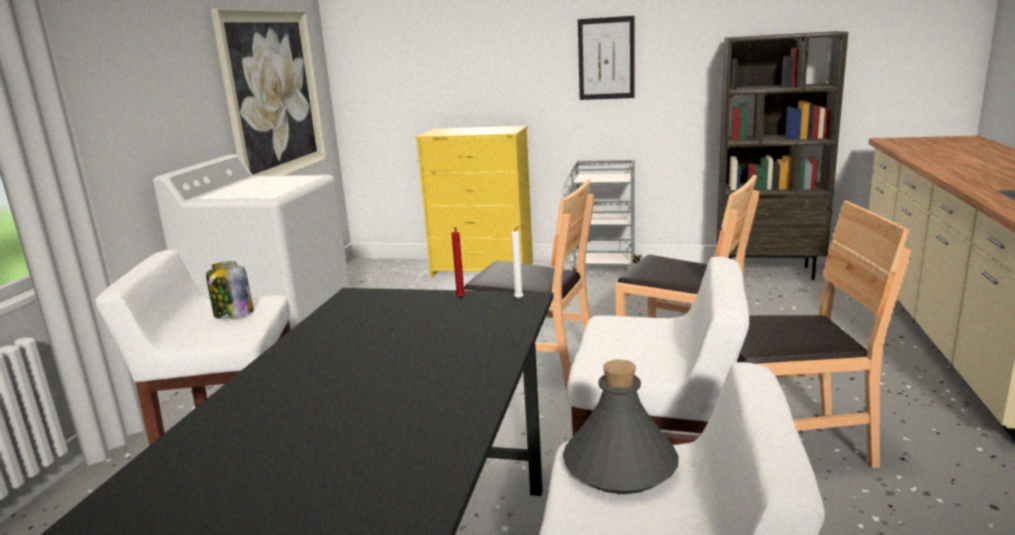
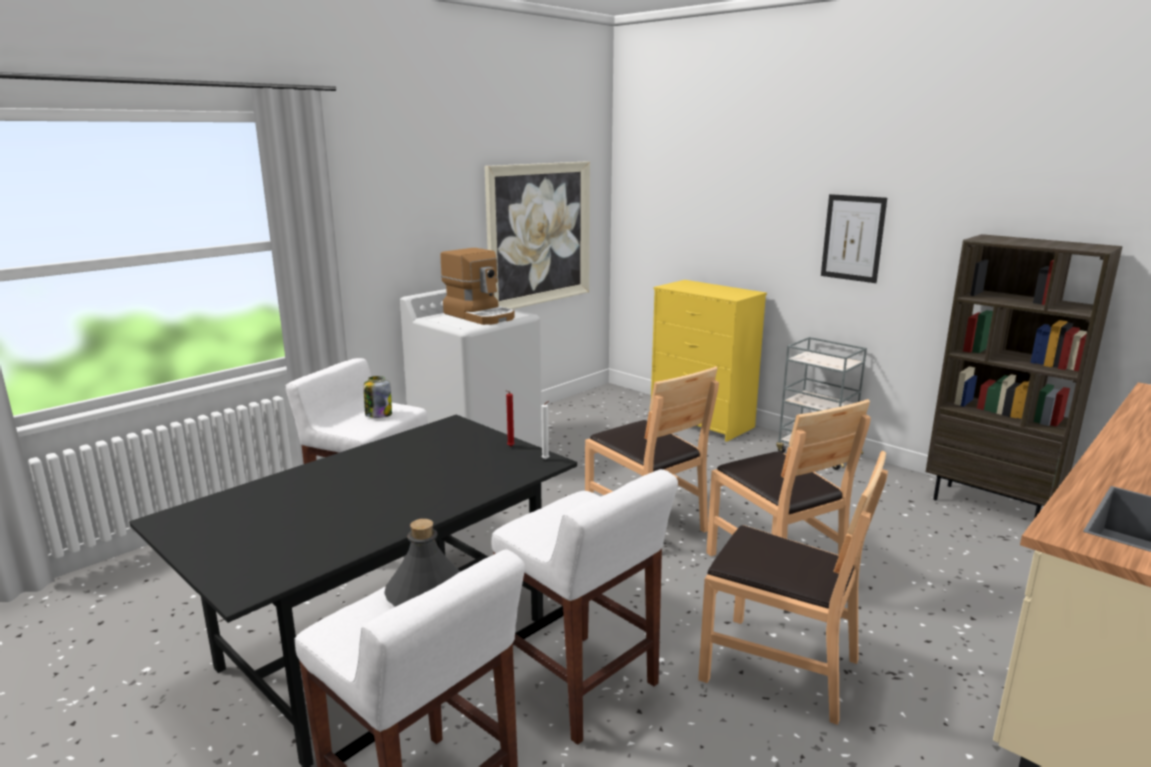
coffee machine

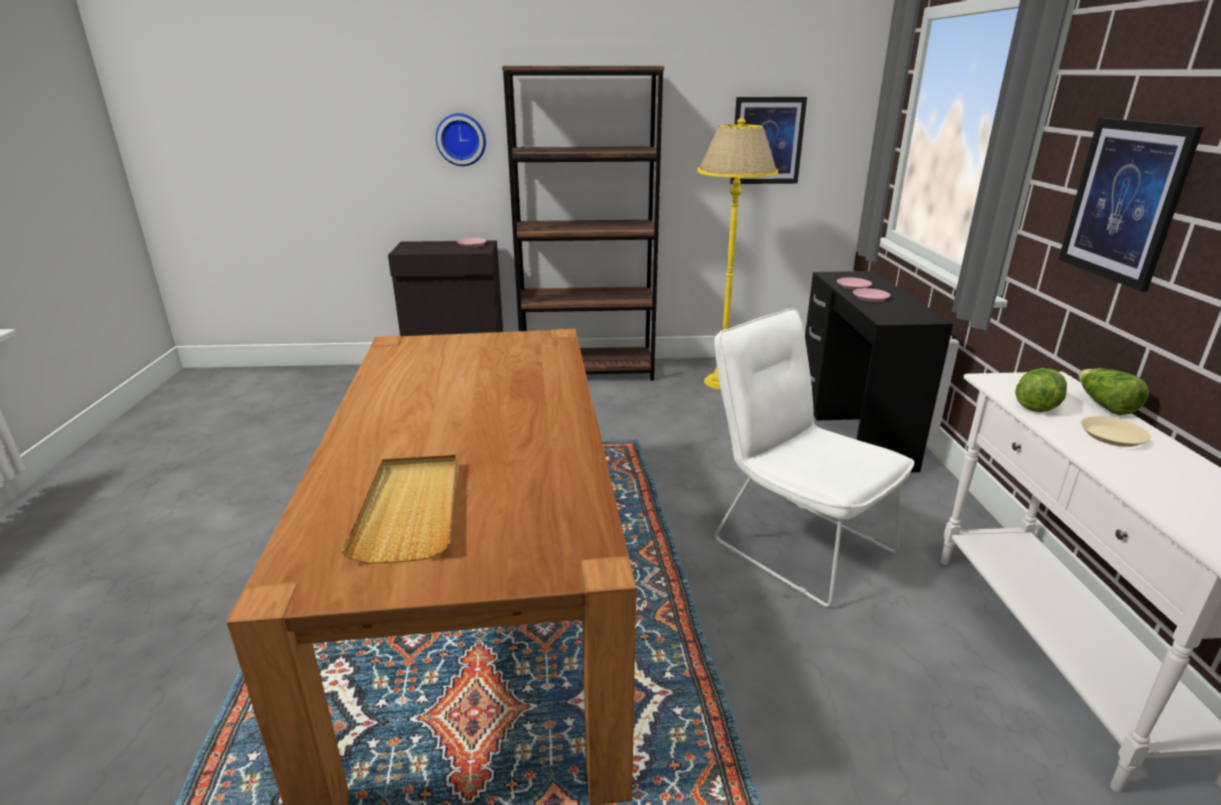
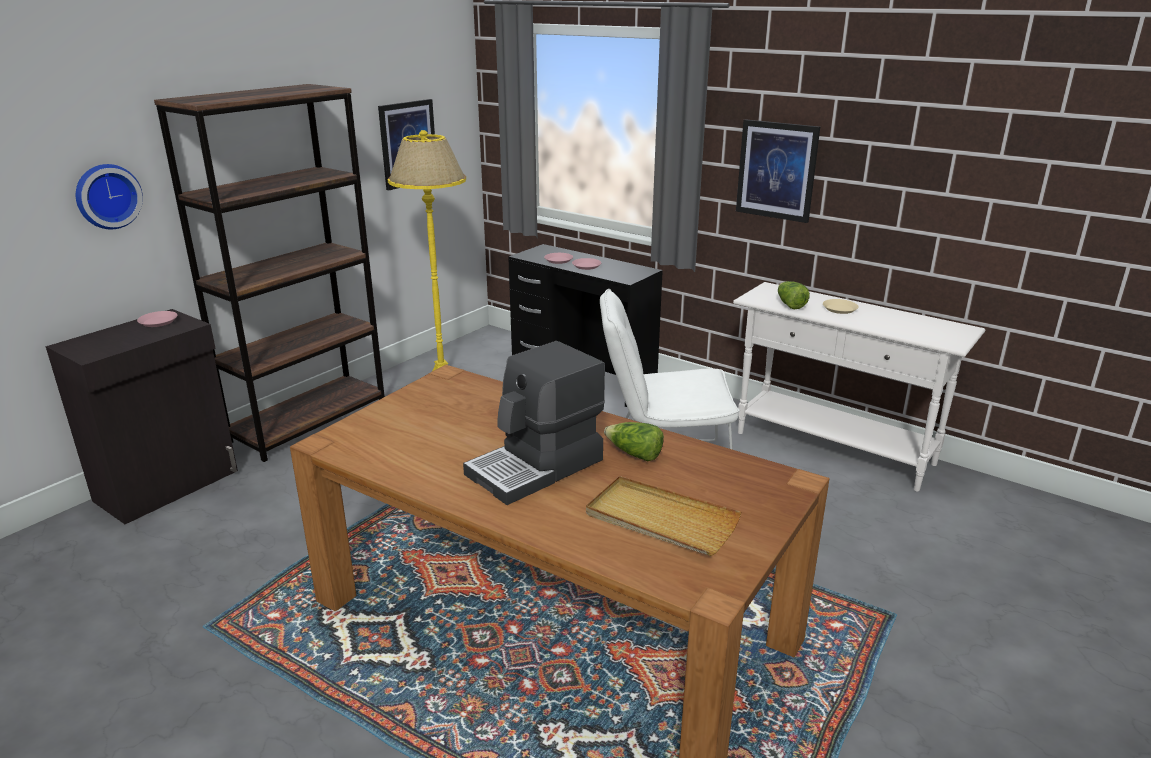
coffee machine
lettuce (no. 1 from left)

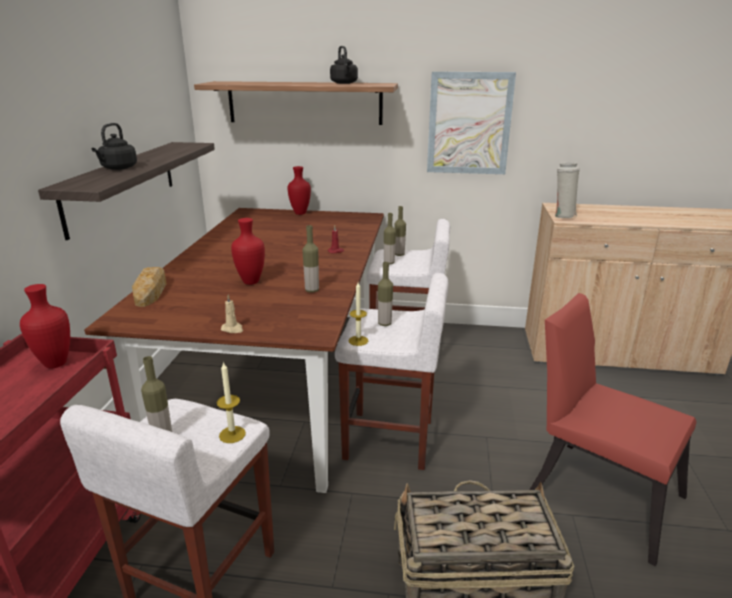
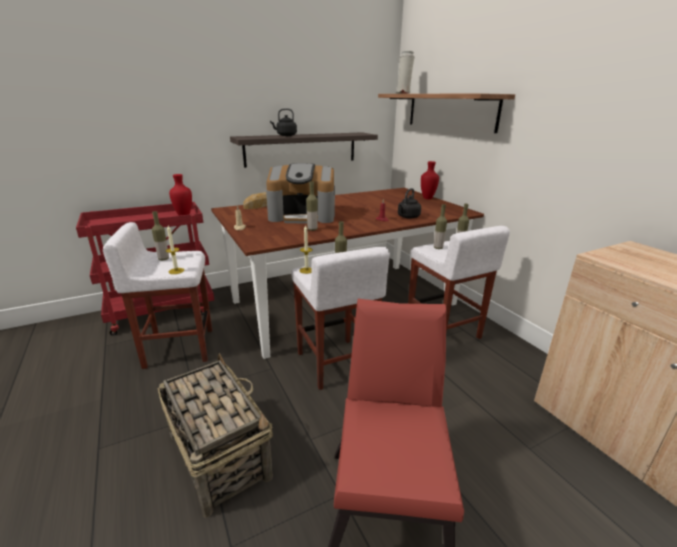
picture
black kettle (no. 2 from left)
white vase
coffee machine

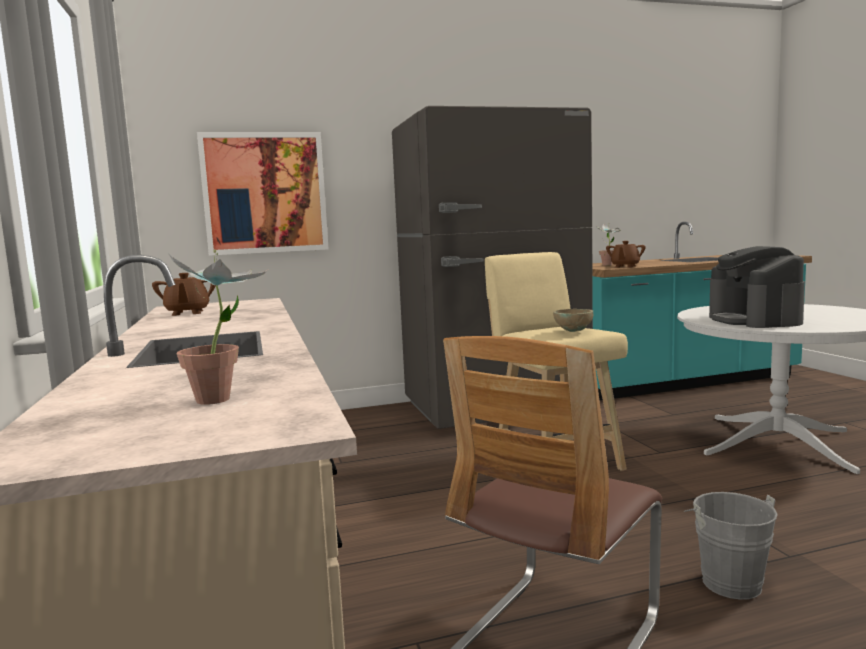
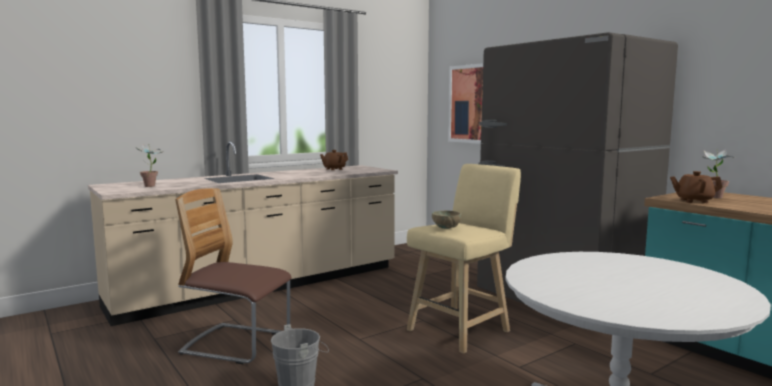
coffee machine

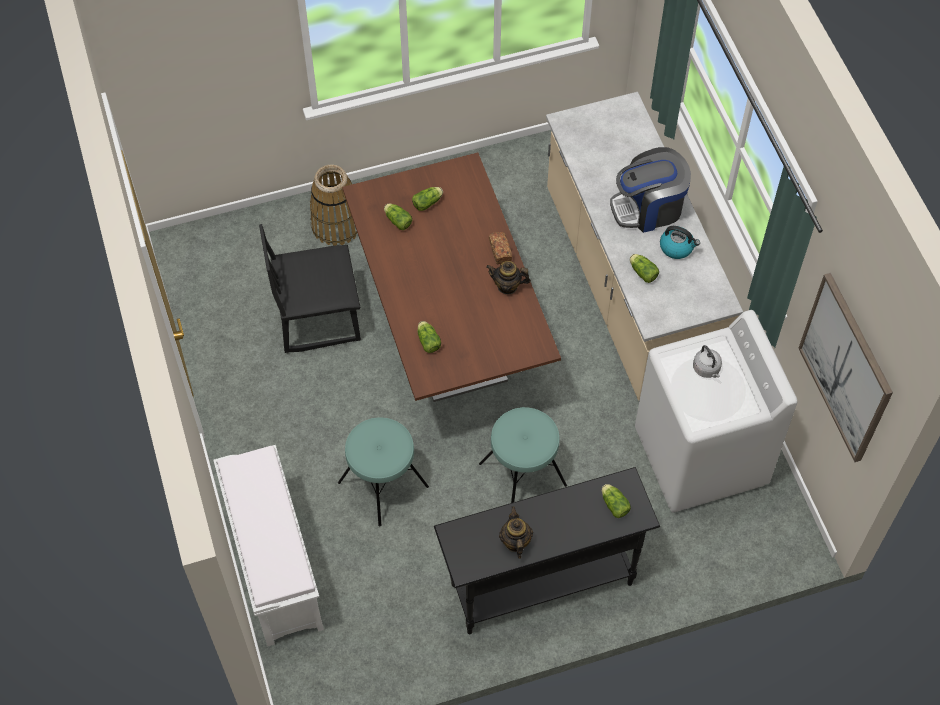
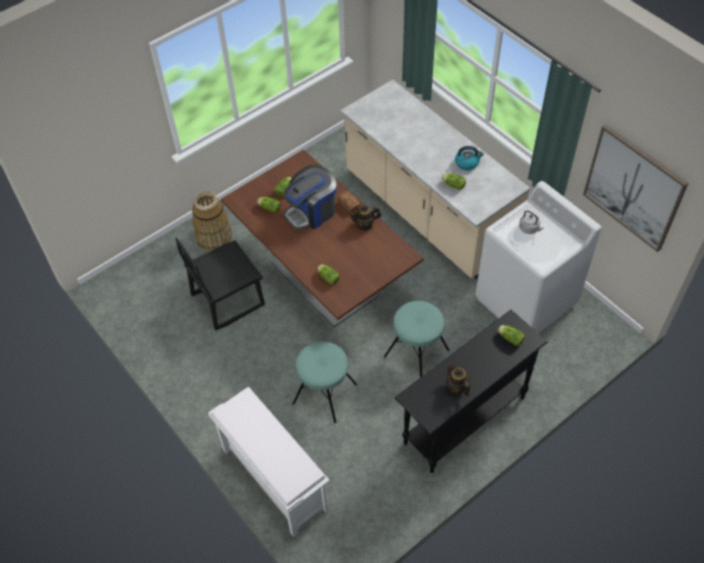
coffee machine

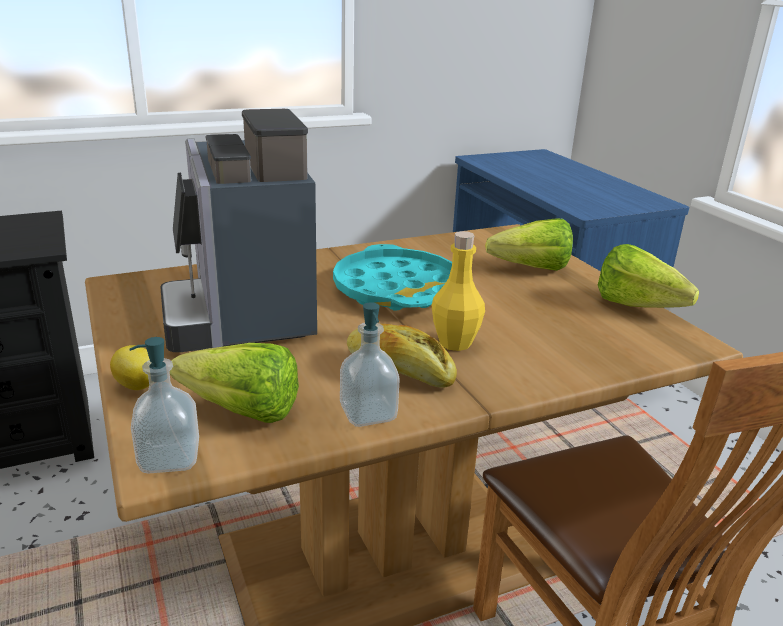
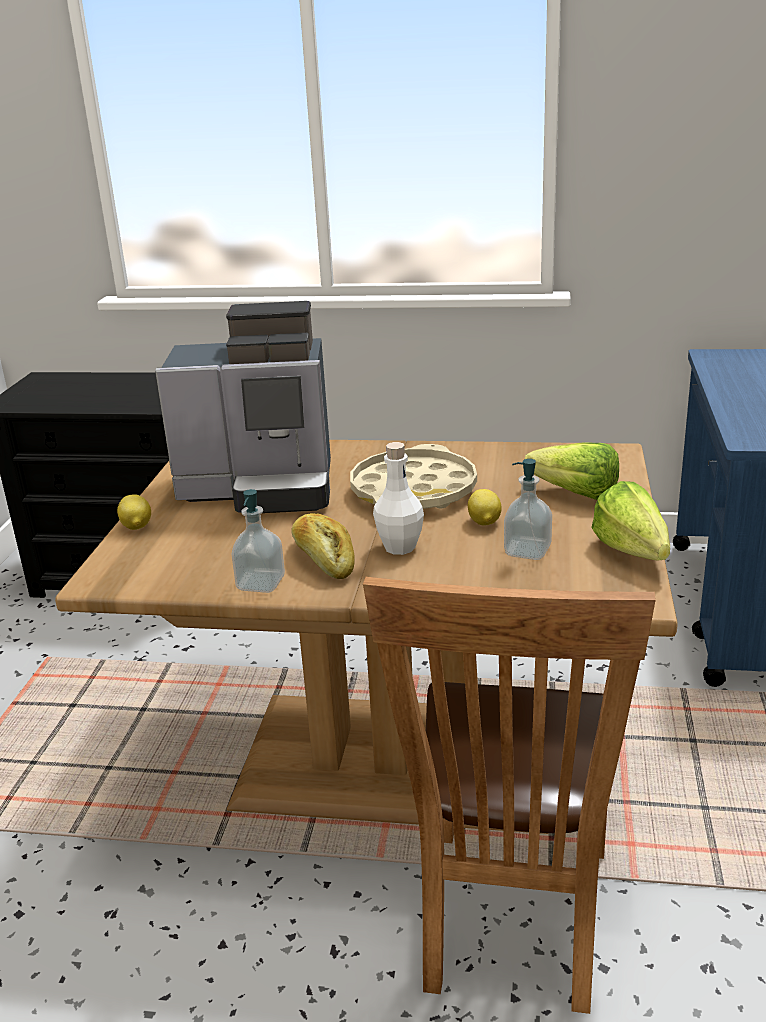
lettuce (no. 1 from left in the first image)
lemon (no. 2 from left)
soap dispenser (no. 2 from left)
beige tray
white bottle
coffee machine

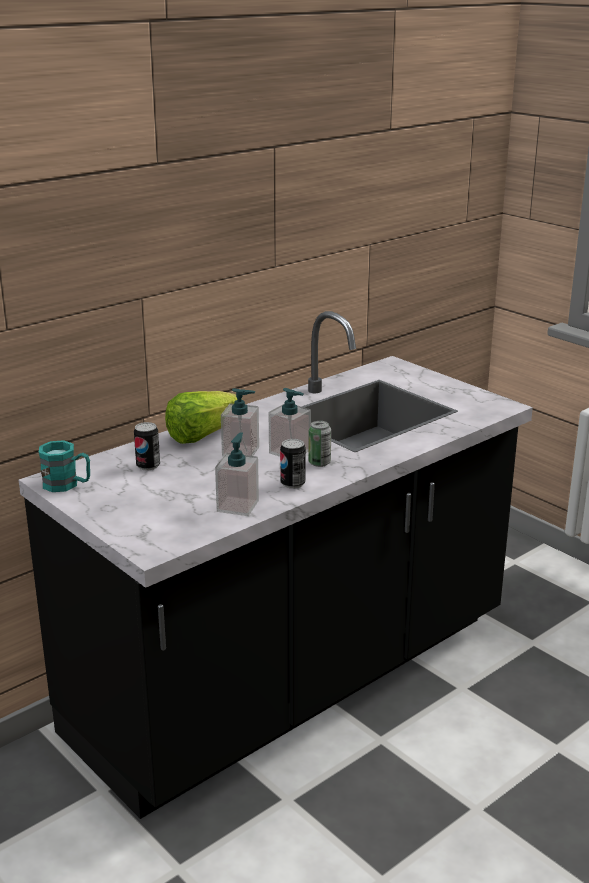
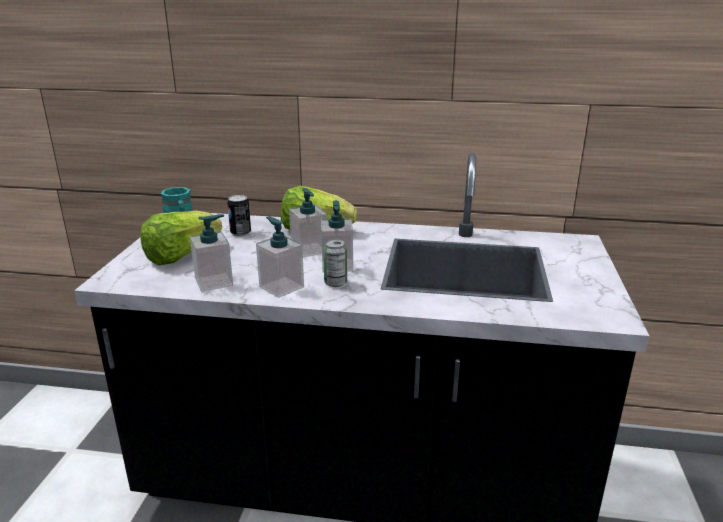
lettuce (no. 1 from left)
soap dispenser (no. 2 from left)

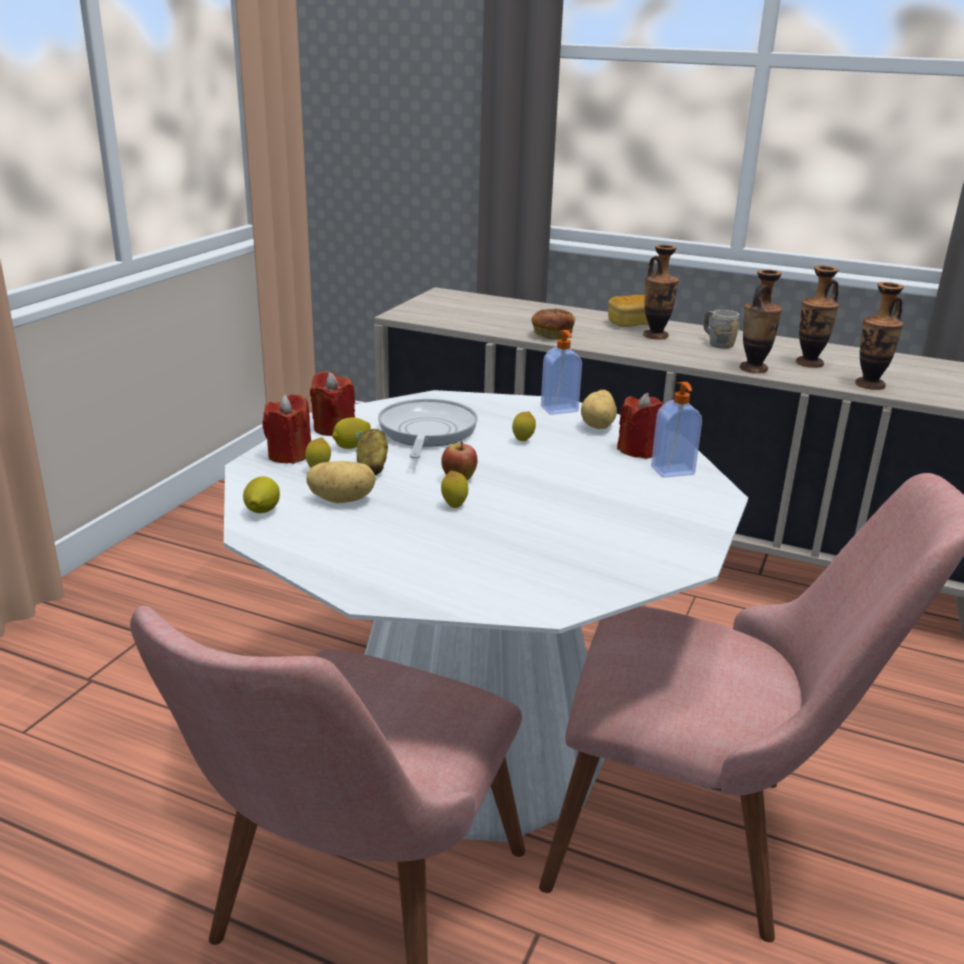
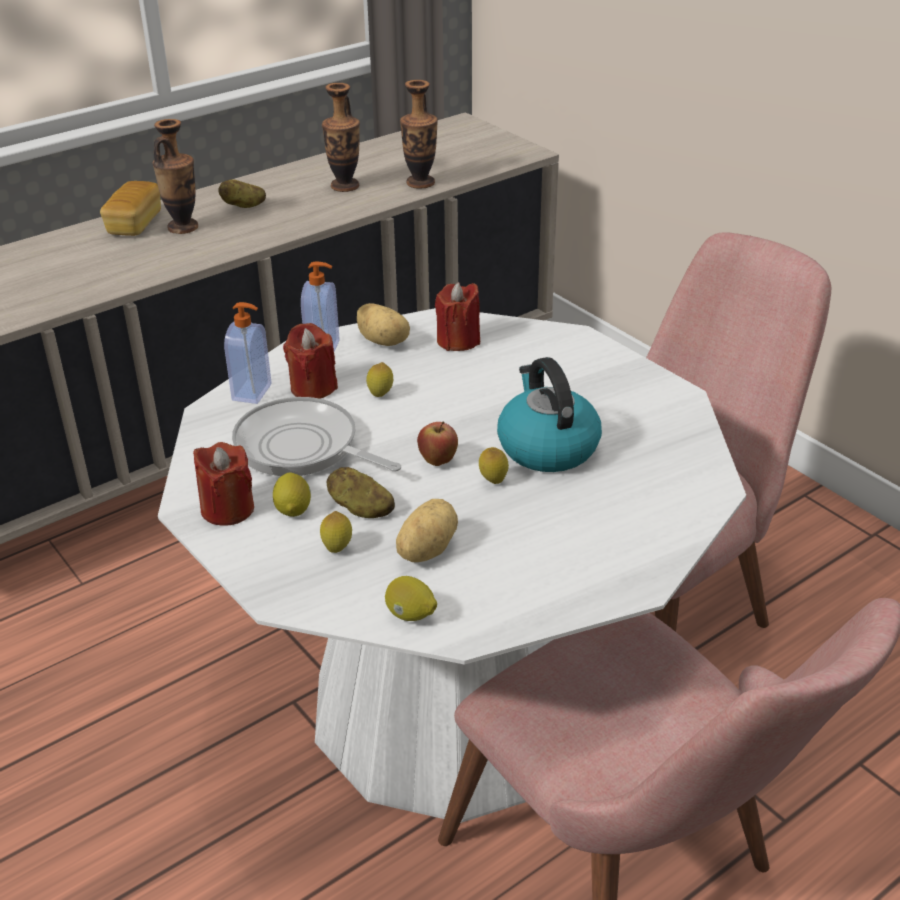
bread (no. 1 from left in the first image)
vase (no. 2 from left in the first image)
kettle
red candle (no. 2 from left)
soap dispenser (no. 1 from left)
potato (no. 1 from left)

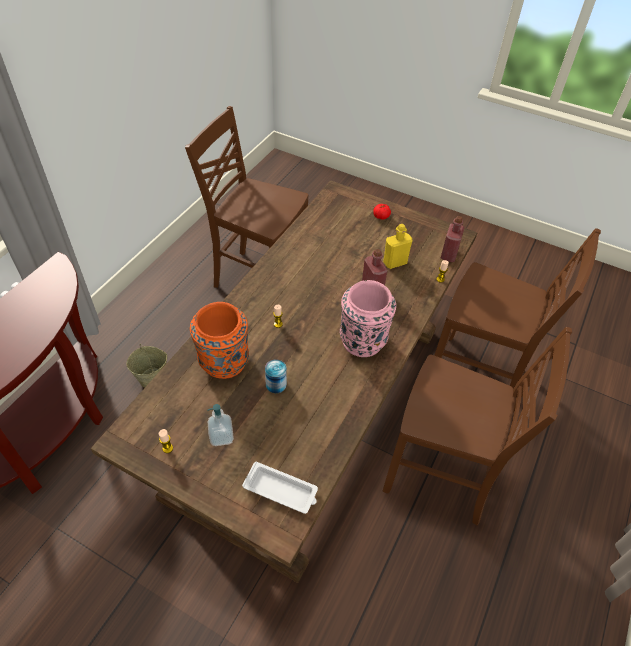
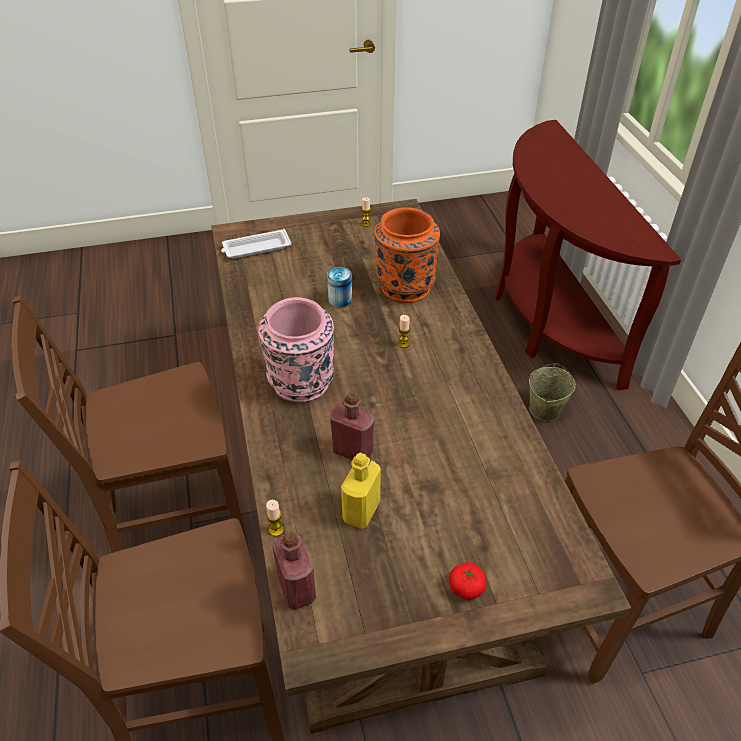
soap dispenser

